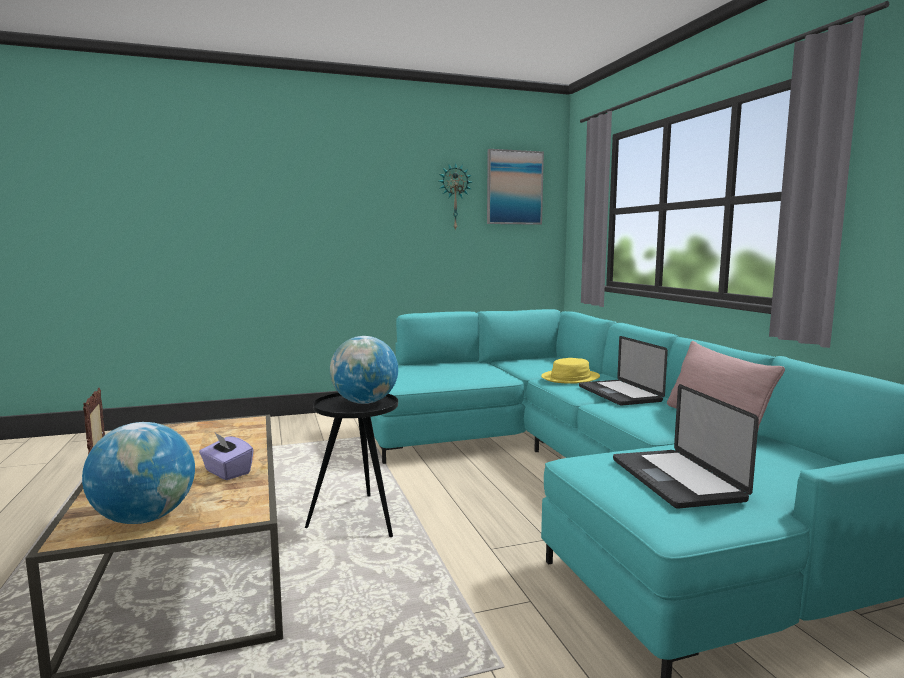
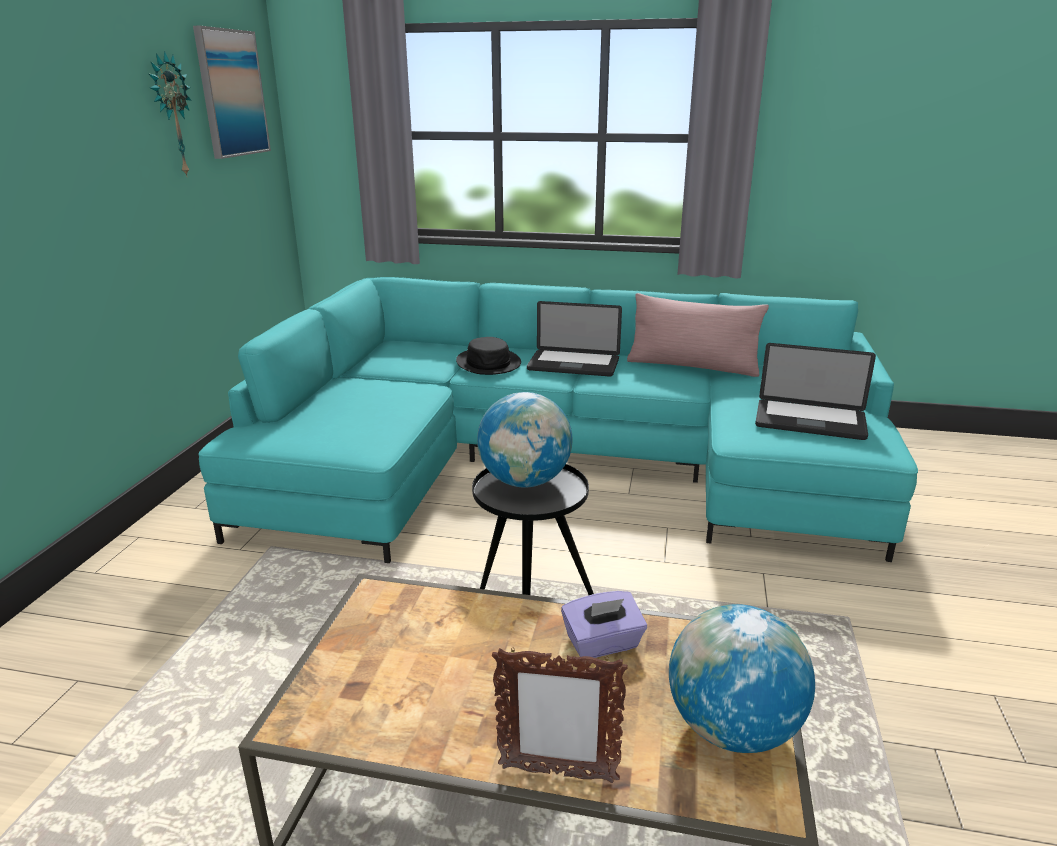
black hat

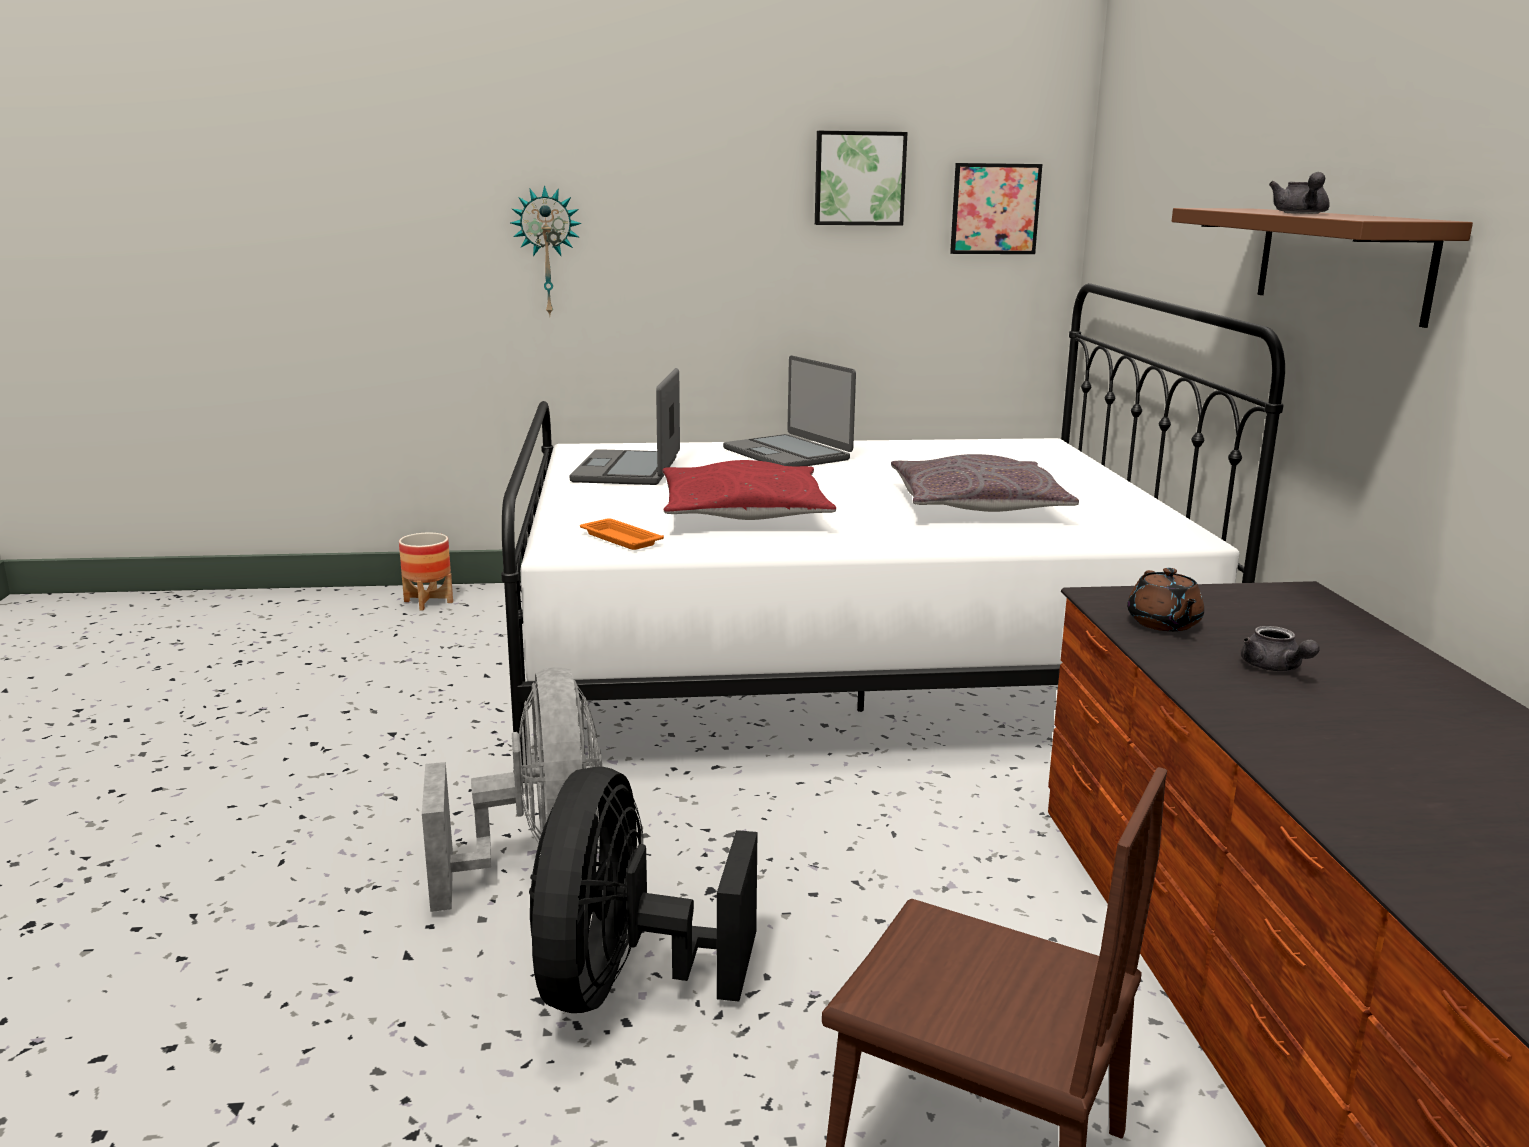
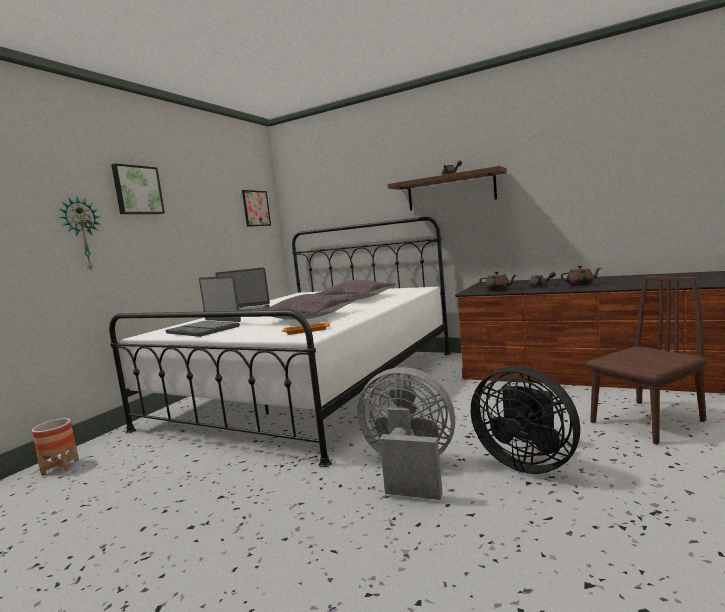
brown teapot (no. 2 from left)
picture (no. 1 from left)
grey pillow (no. 1 from left)

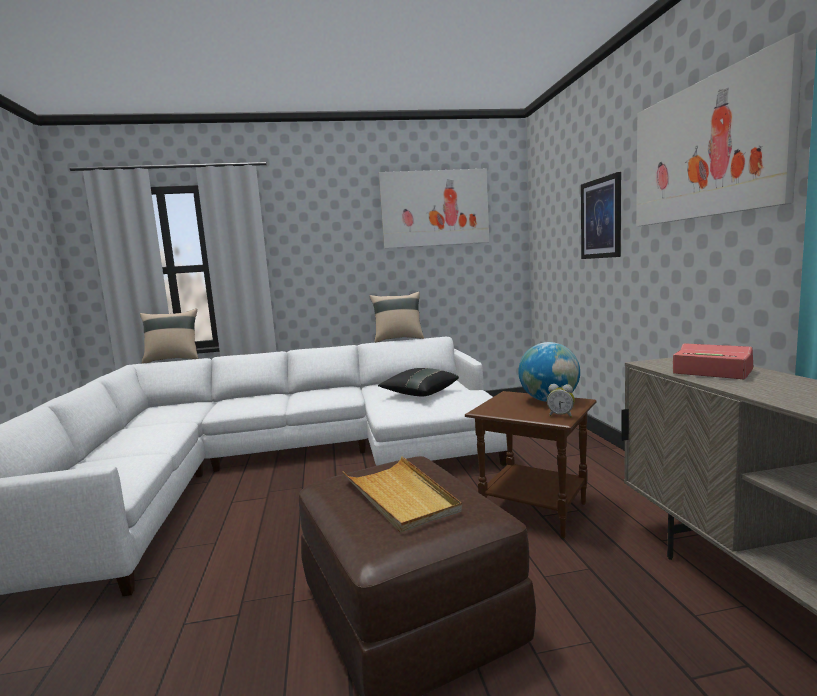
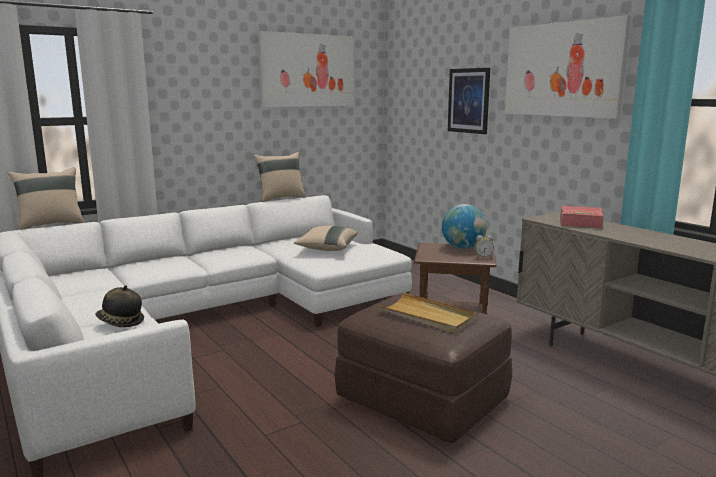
hat
beige pillow (no. 3 from left)

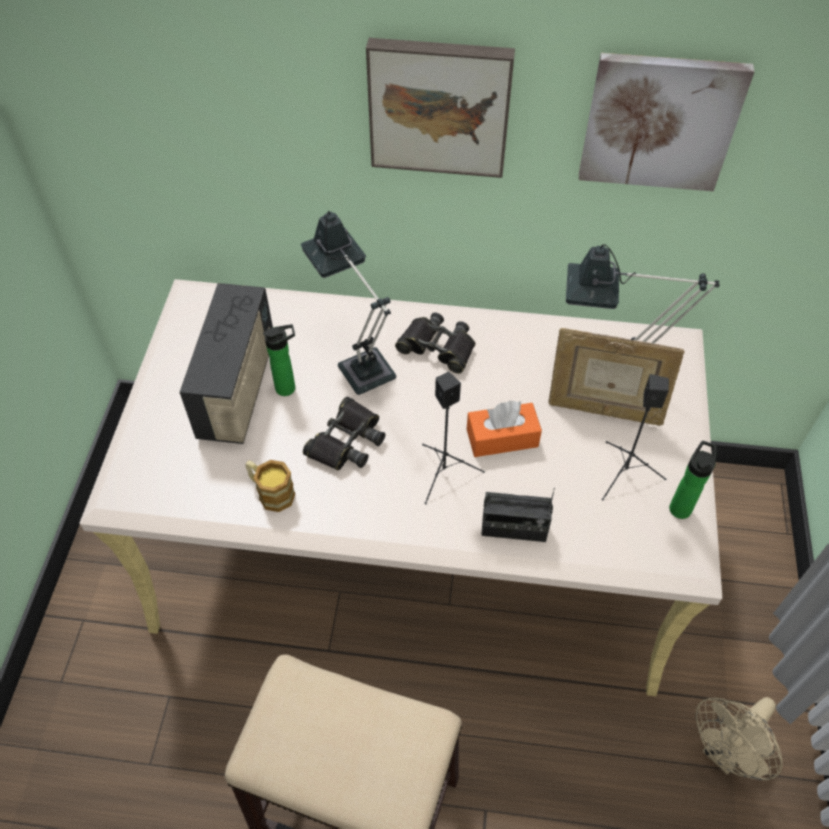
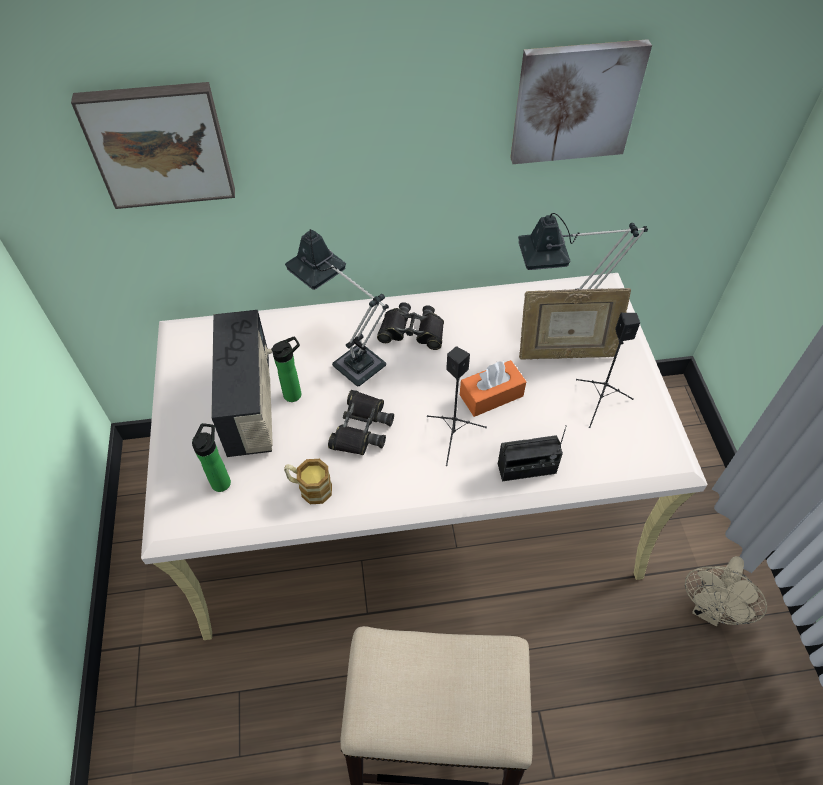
picture (no. 1 from left)
bottle (no. 1 from left)

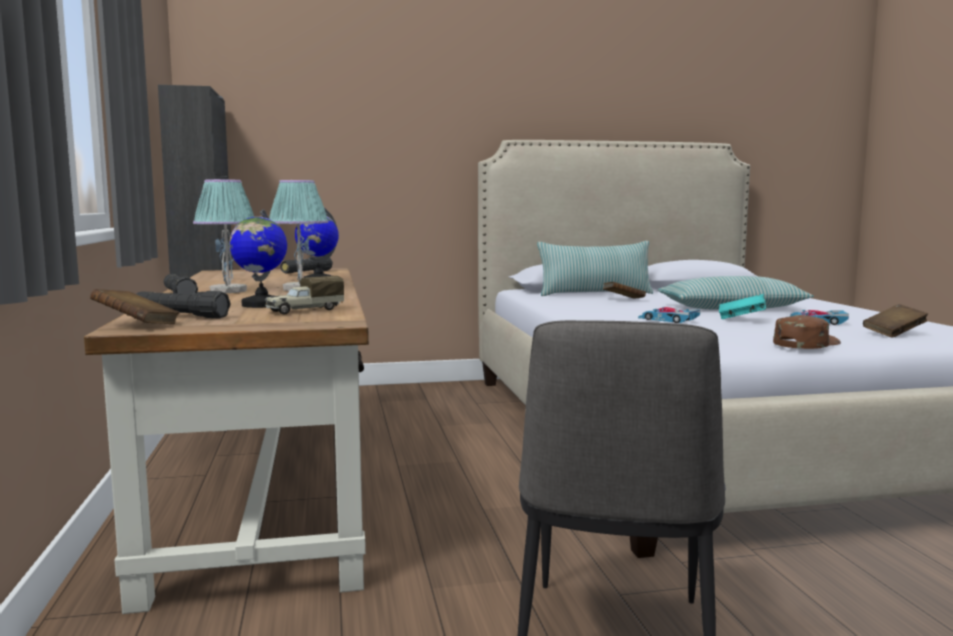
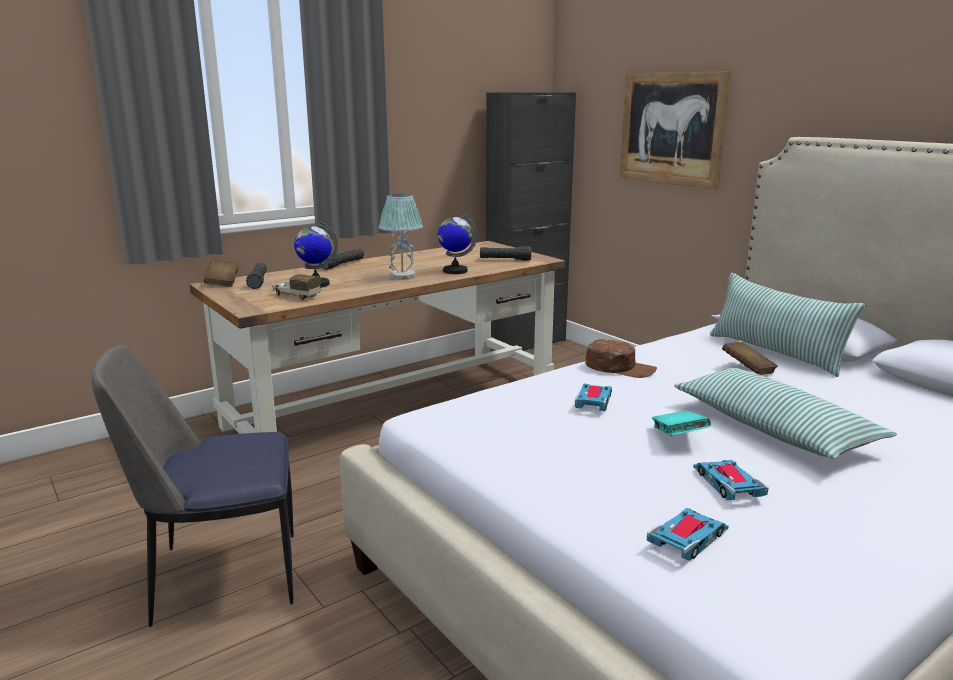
table lamp (no. 1 from left in the first image)
picture
brown cap
toy car (no. 2 from left)

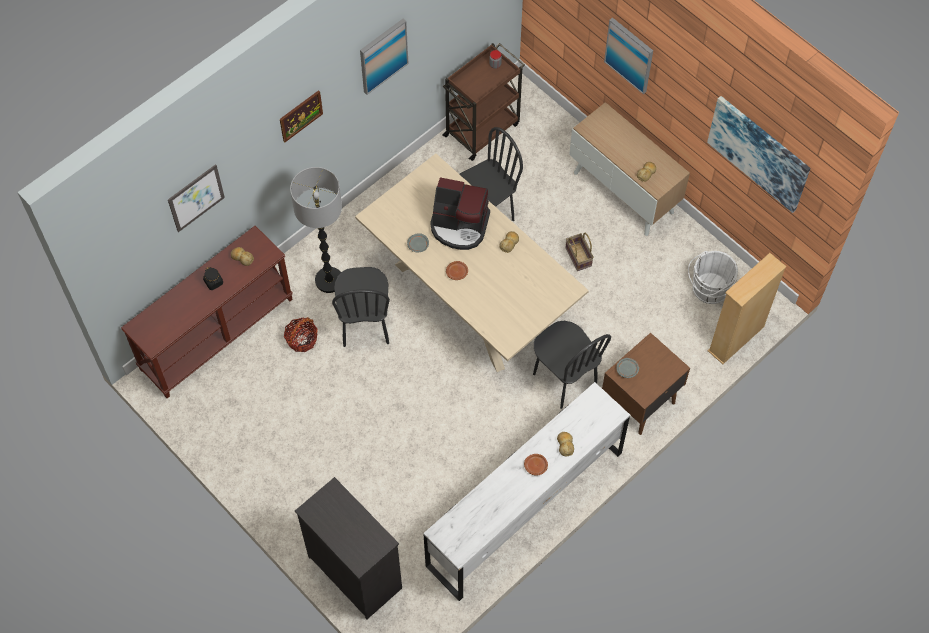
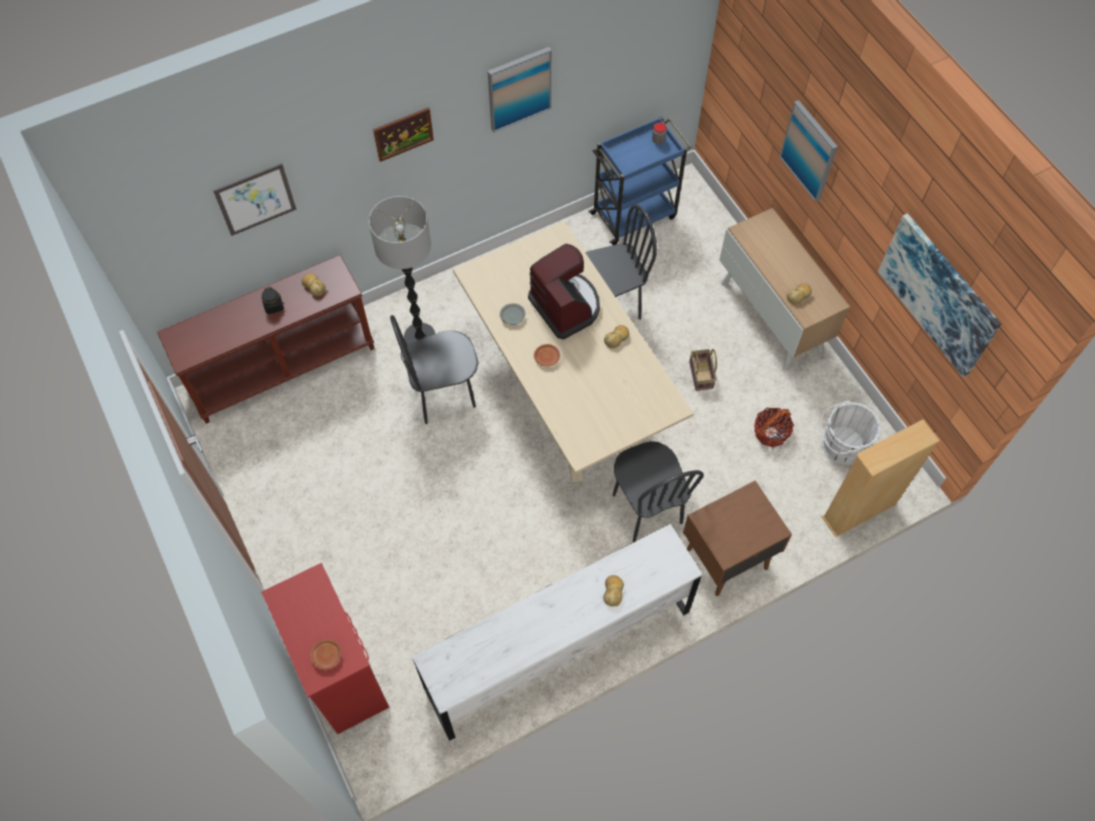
grey plate (no. 2 from left in the first image)
basket (no. 2 from left)
brown plate (no. 1 from left)
red dresser
blue cart
black chair (no. 1 from left)
coffee machine

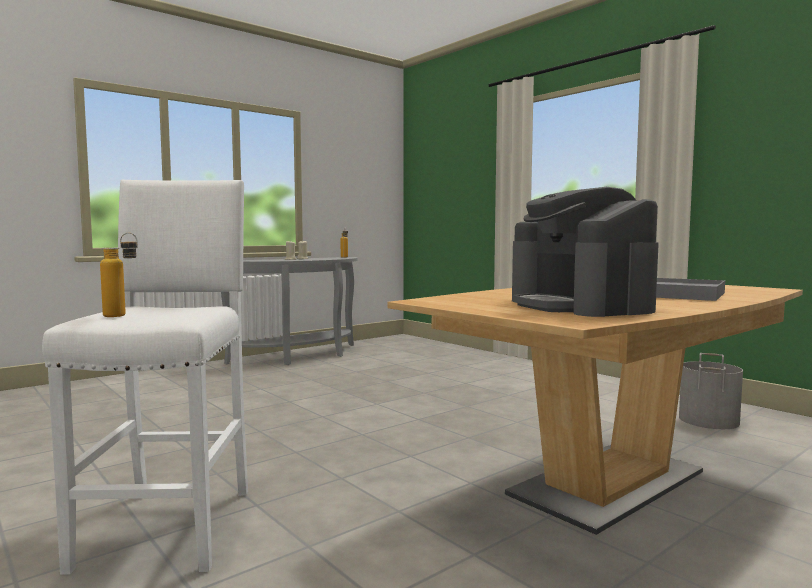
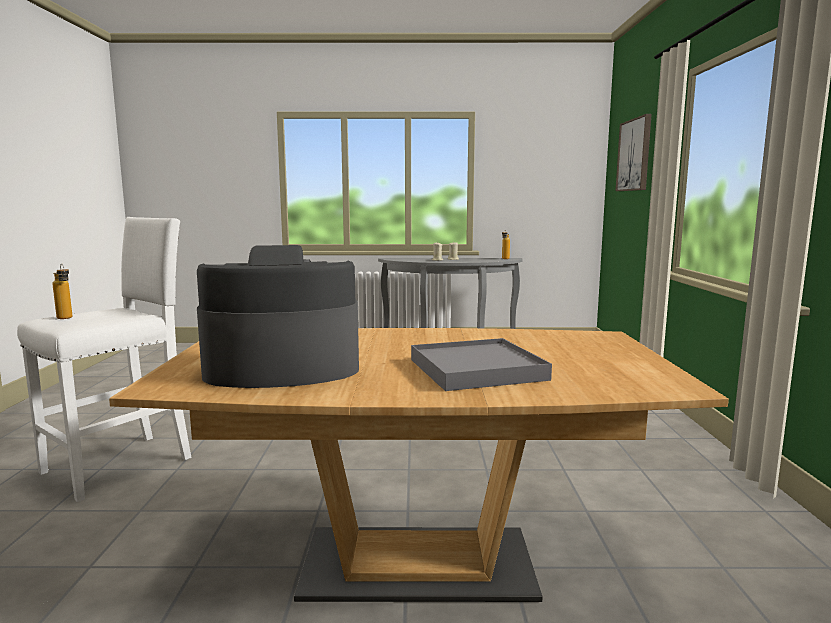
grey bucket
picture
coffee machine

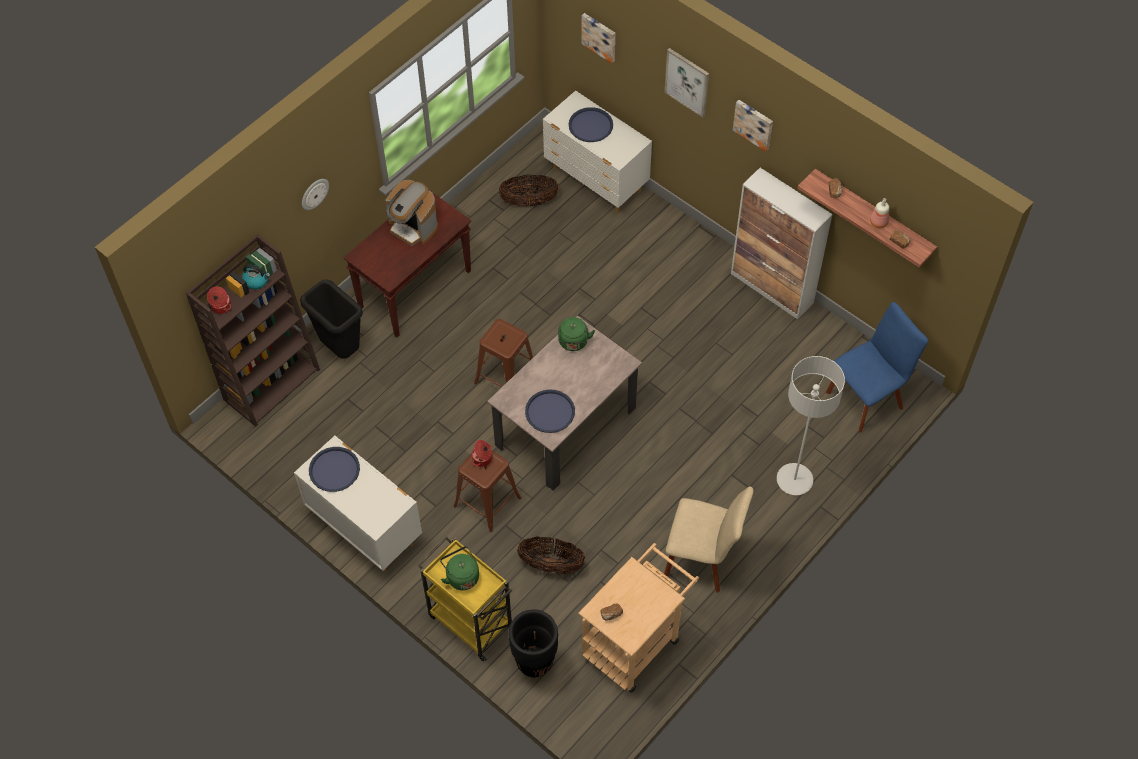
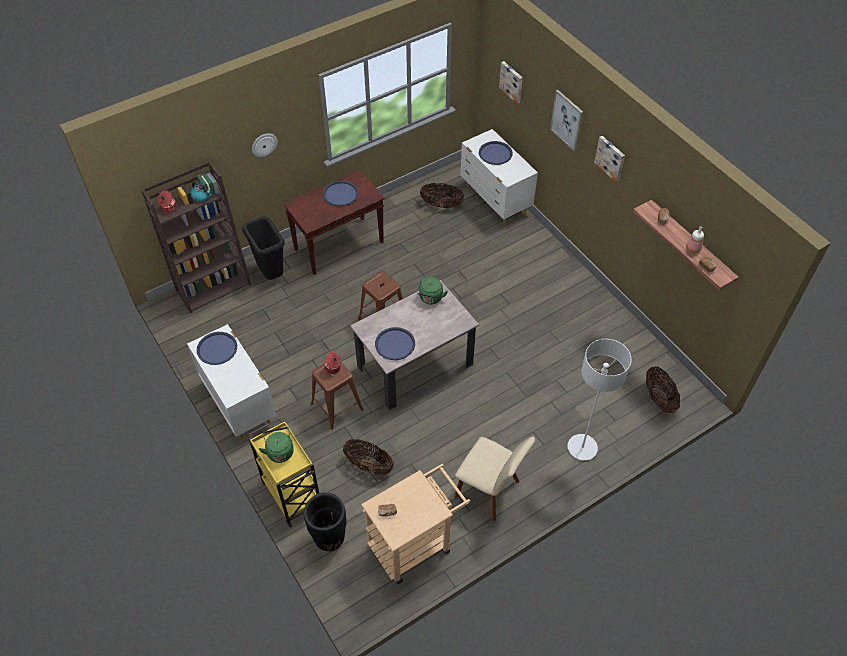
cabinet
blue tray (no. 2 from left)
basket (no. 3 from left)

